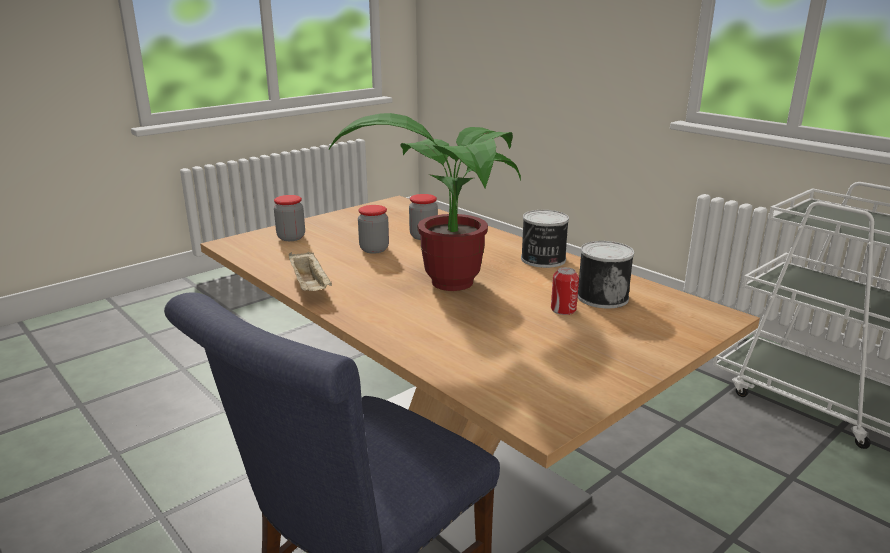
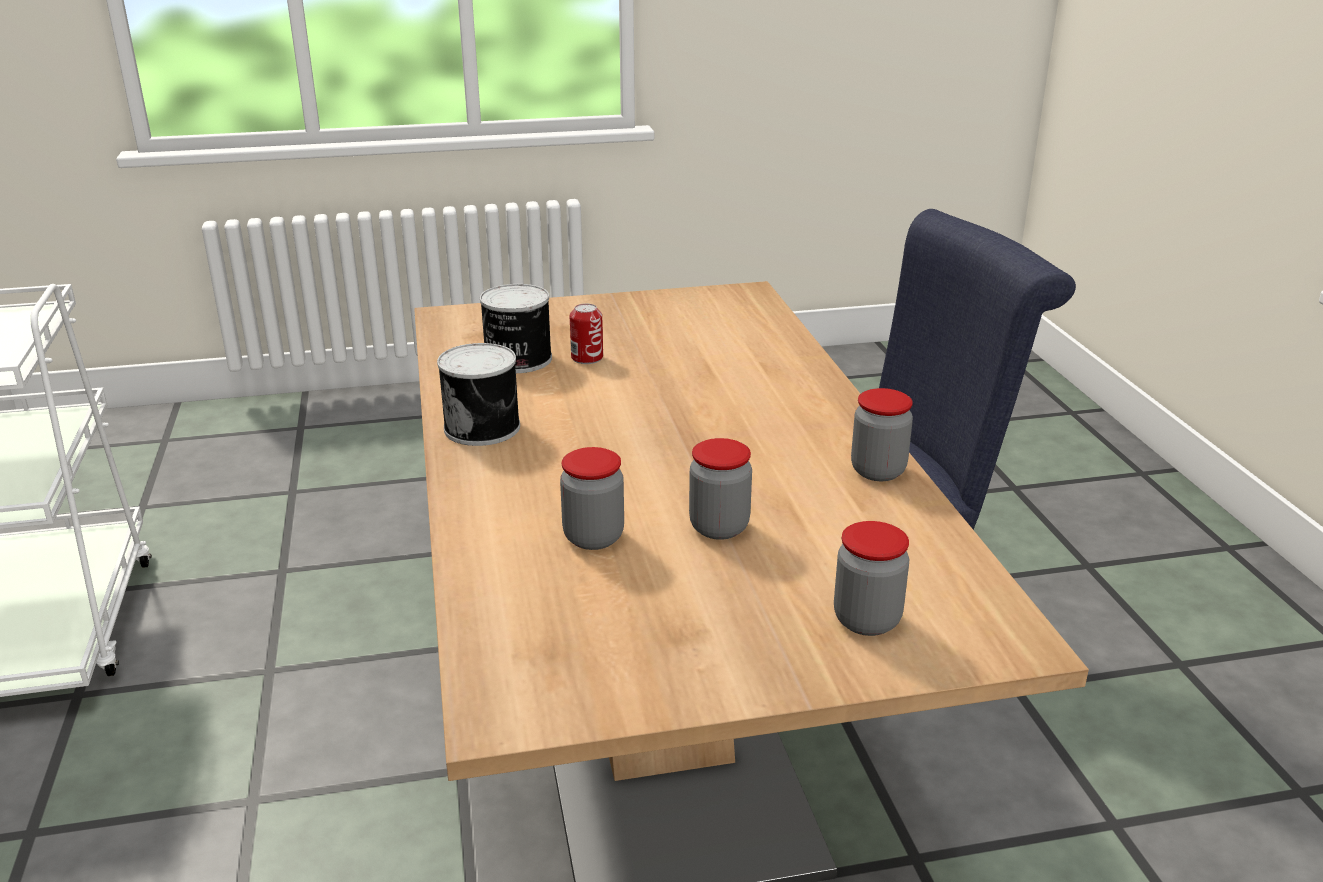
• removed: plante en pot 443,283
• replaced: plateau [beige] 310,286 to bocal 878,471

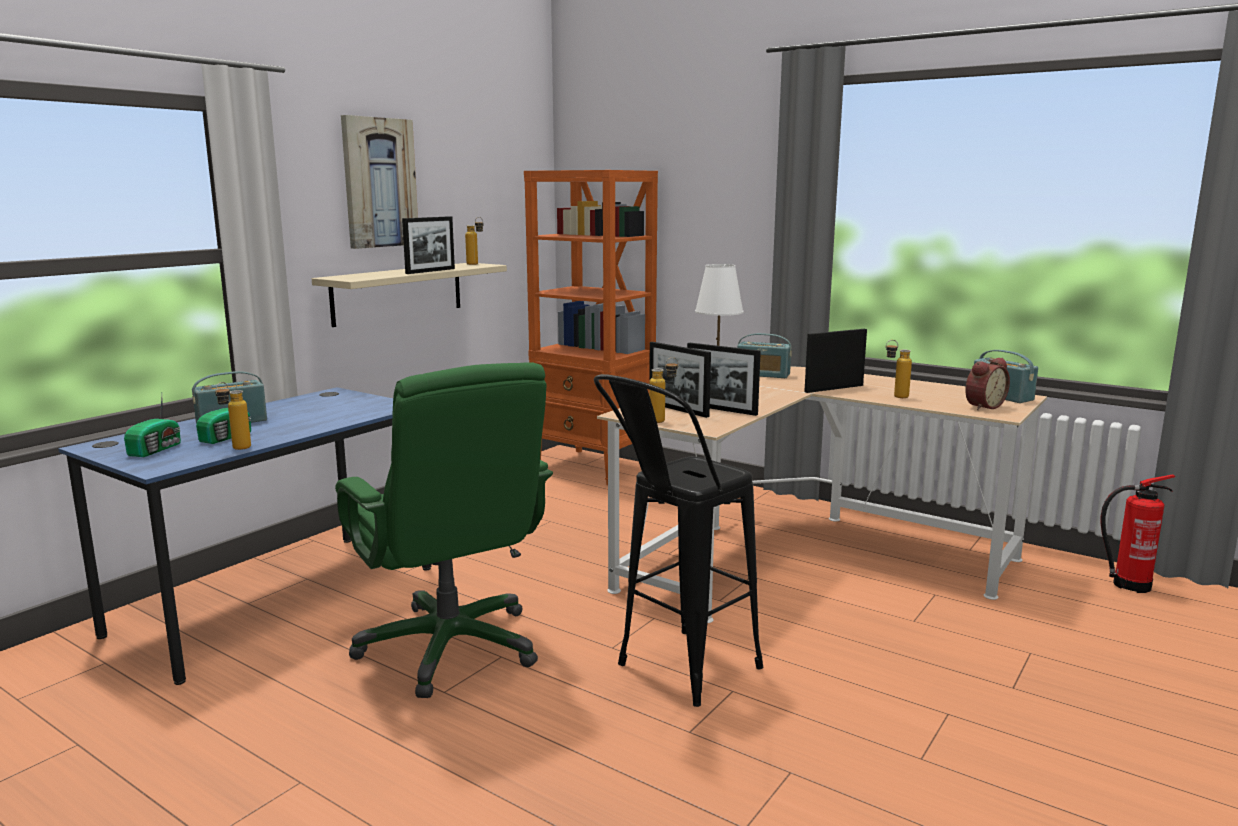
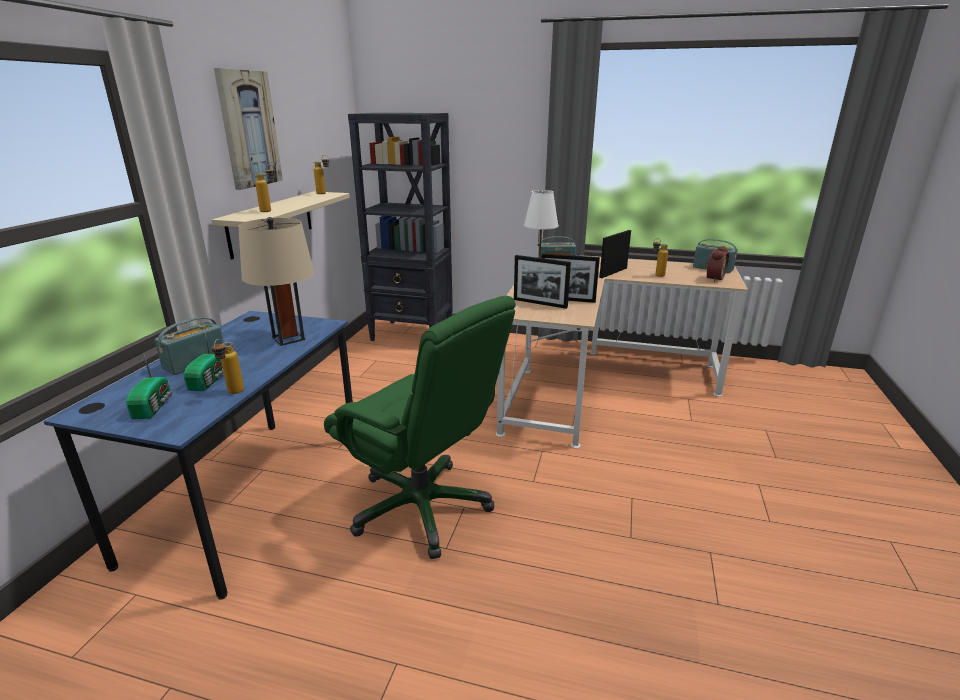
• removed: cadre photo 430,271
• removed: tabouret [noir] 675,675
• removed: extincteur 1127,585
• added: lampe de table [beige] 288,338
• moved: bouteille 663,420 to 270,211
• recoloured: bibliothèque [orange] 594,467 to bibliothèque [noir] 412,334

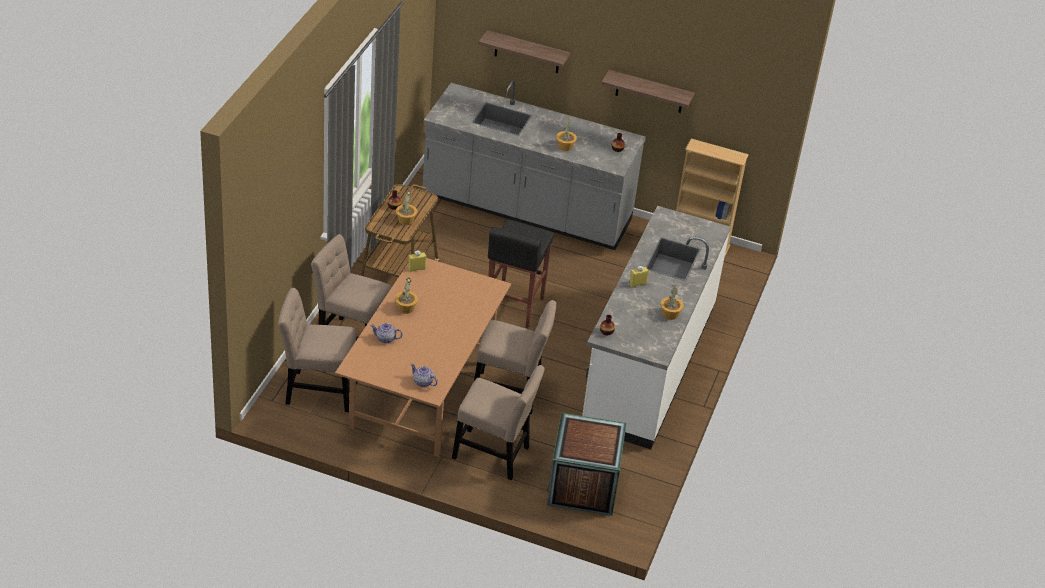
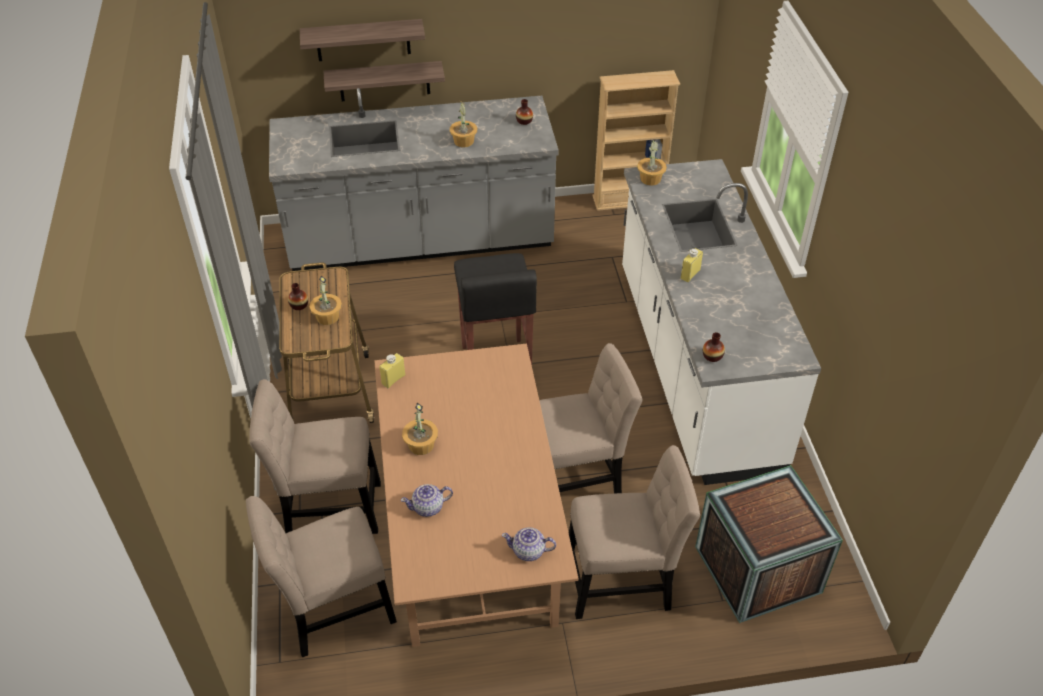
• moved: étagère 649,92 to 384,81
• moved: plante en pot 670,314 to 650,179

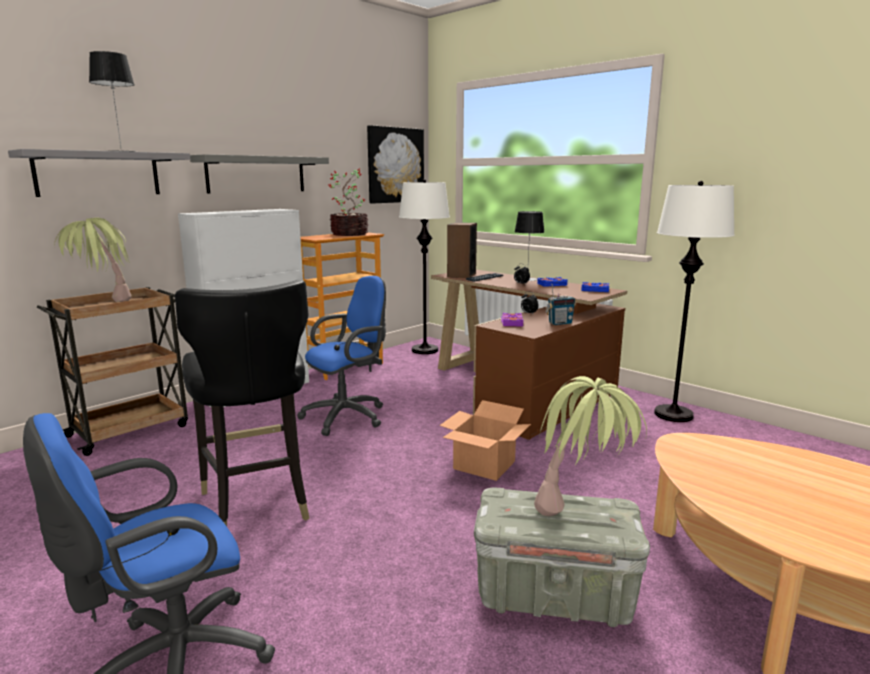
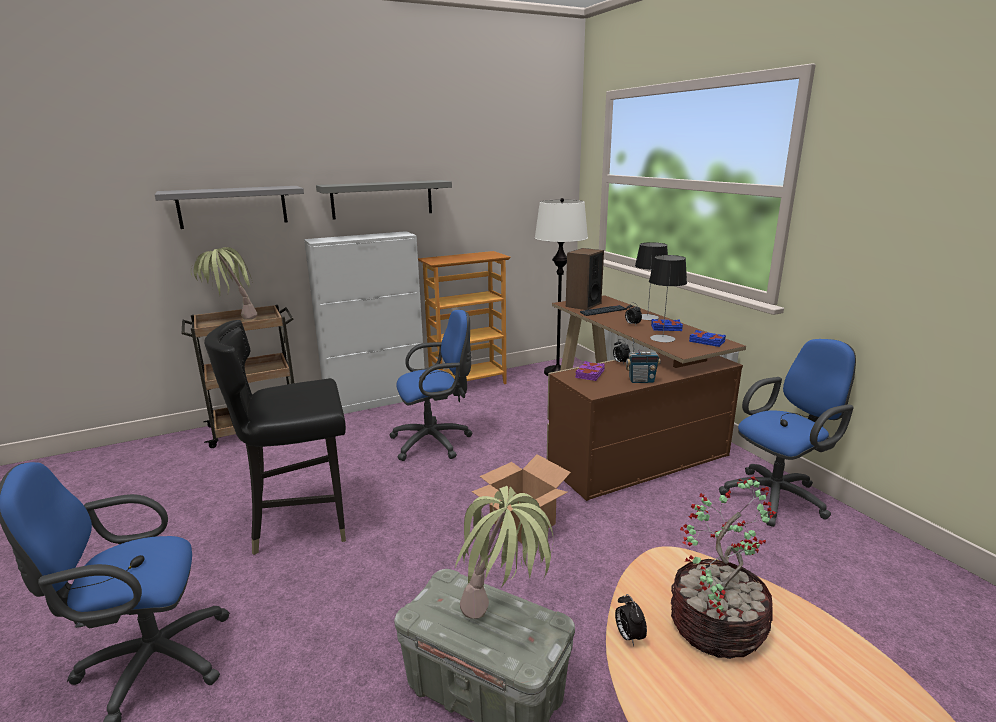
• removed: tableau 395,165
• added: réveil 628,636
• moved: lampe de table 121,151 to 662,338
• moved: plante en pot 350,234 to 718,625
• replaced: lampadaire [blanc] 674,414 to chaise de bureau [bleu] 778,497
• turned: chaise [noir] 257,503 = 302,522 75 degrees clockwise

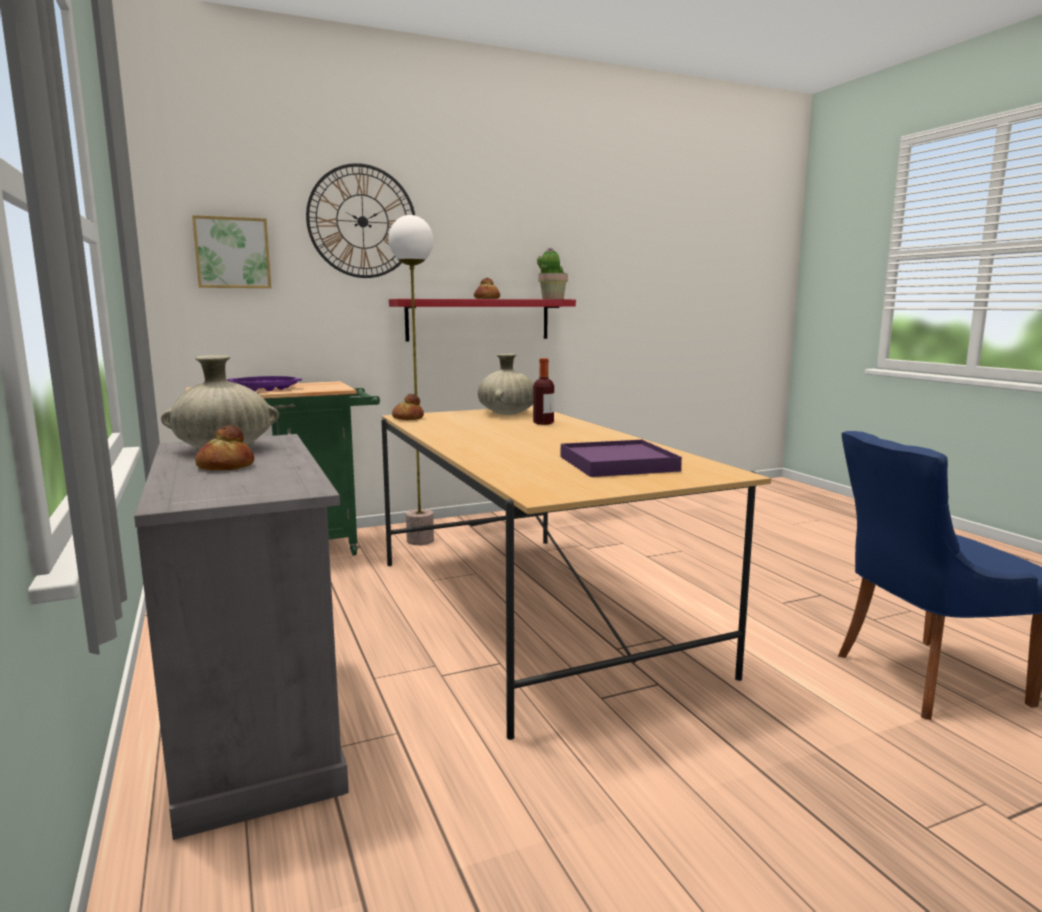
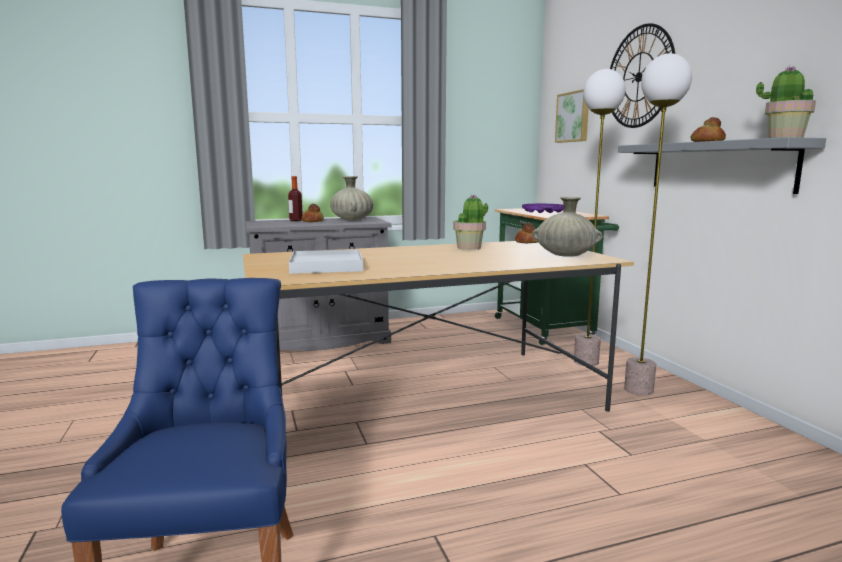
• added: plante en pot 469,247
• added: lampadaire 639,390
• moved: bouteille 543,423 to 296,220
• recoloured: étagère [rouge] 478,319 to étagère [gris] 718,166
• recoloured: plateau [violet] 617,464 to plateau [blanc] 326,266

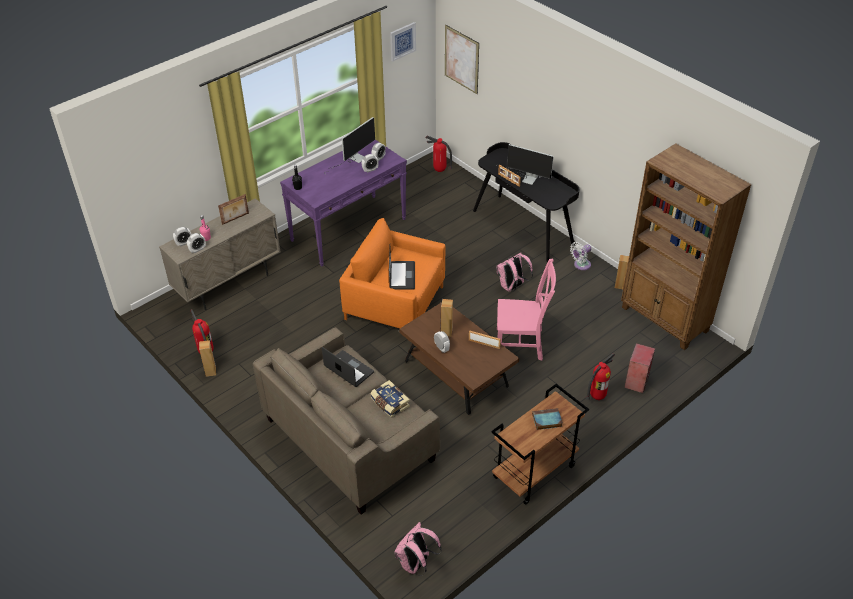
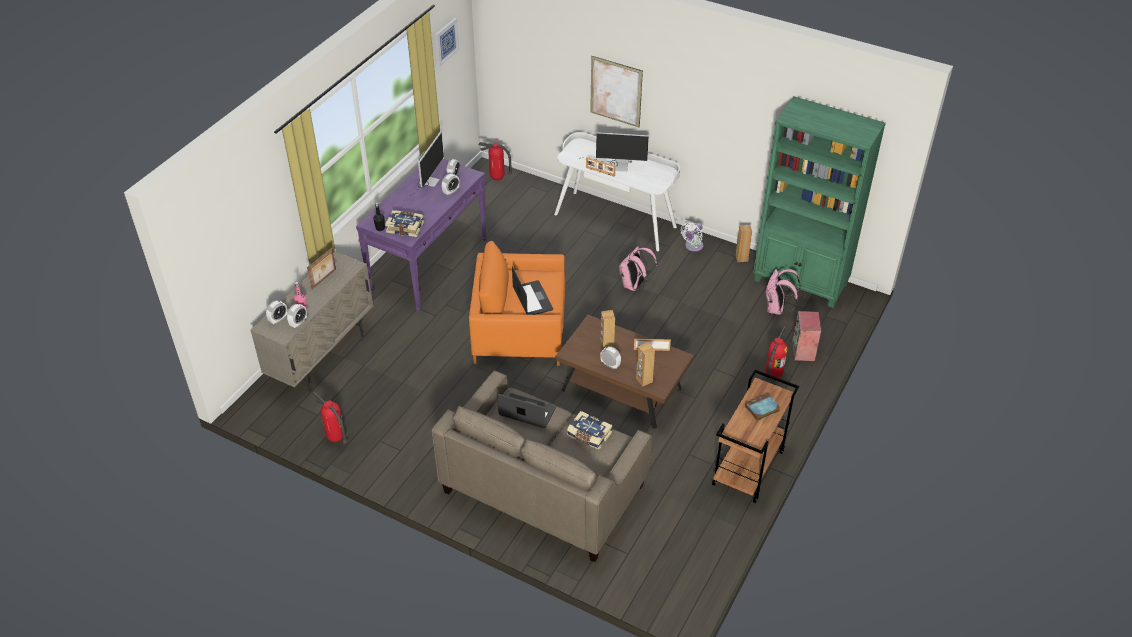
• removed: chaise [rose] 522,344
• added: livre 405,227
• moved: enceinte [marron] 210,372 to 644,380
• moved: sac à dos [rose] 416,564 to 776,309
• moved: tableau 461,59 to 616,91
• recoloured: bureau [noir] 523,227 to bureau [blanc] 615,220
• recoloured: bibliothèque [marron] 664,320 to bibliothèque [vert] 801,282

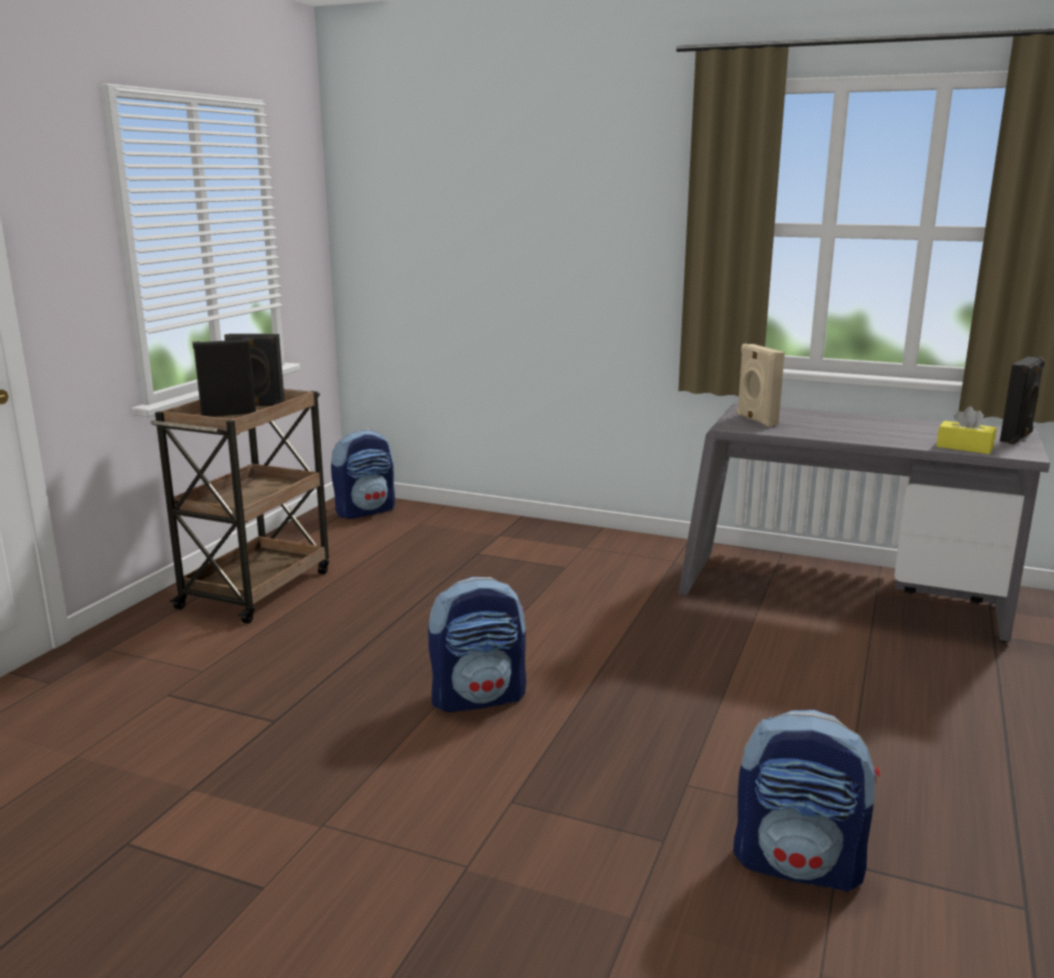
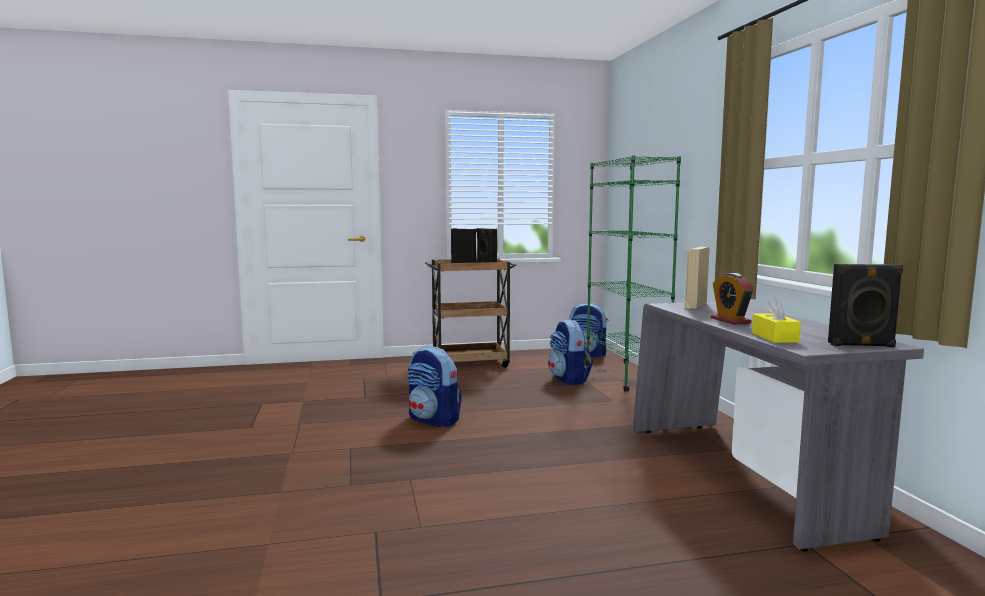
• added: bibliothèque [vert] 626,376
• added: réveil 730,321
• moved: sac à dos 799,864 to 569,380

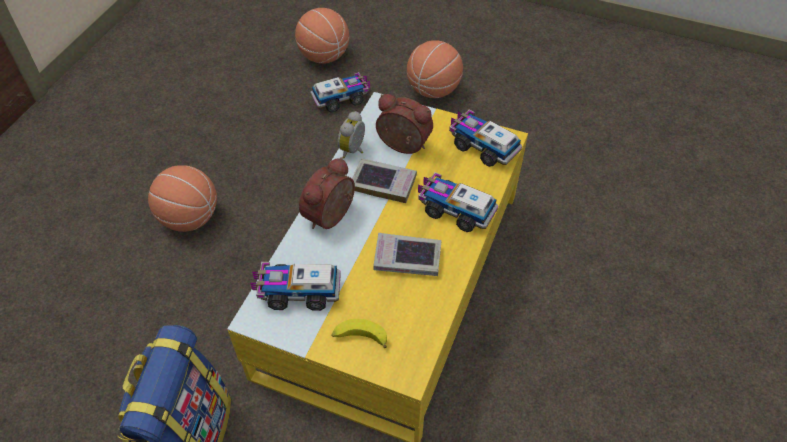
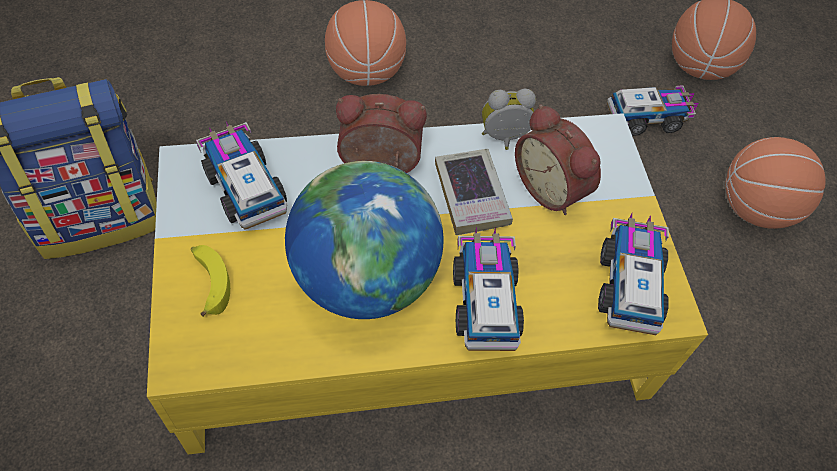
• replaced: livre 407,258 to globe 364,279
• turned: camion jouet 342,99 = 648,118 45 degrees counterclockwise
• turned: réveil 402,146 = 552,187 150 degrees clockwise

